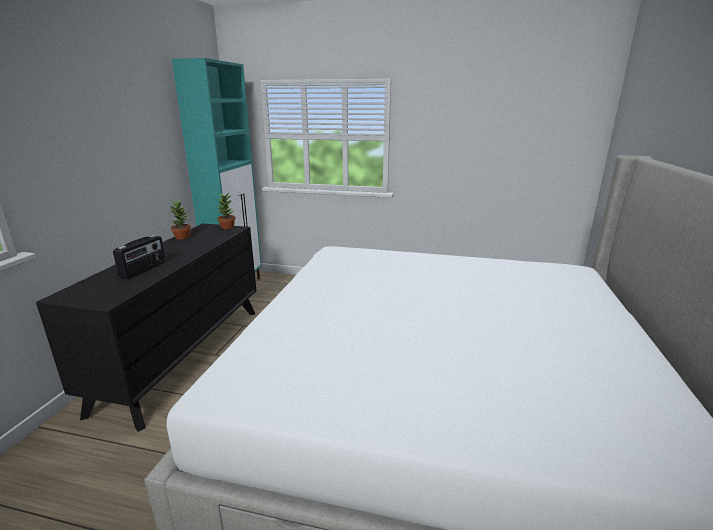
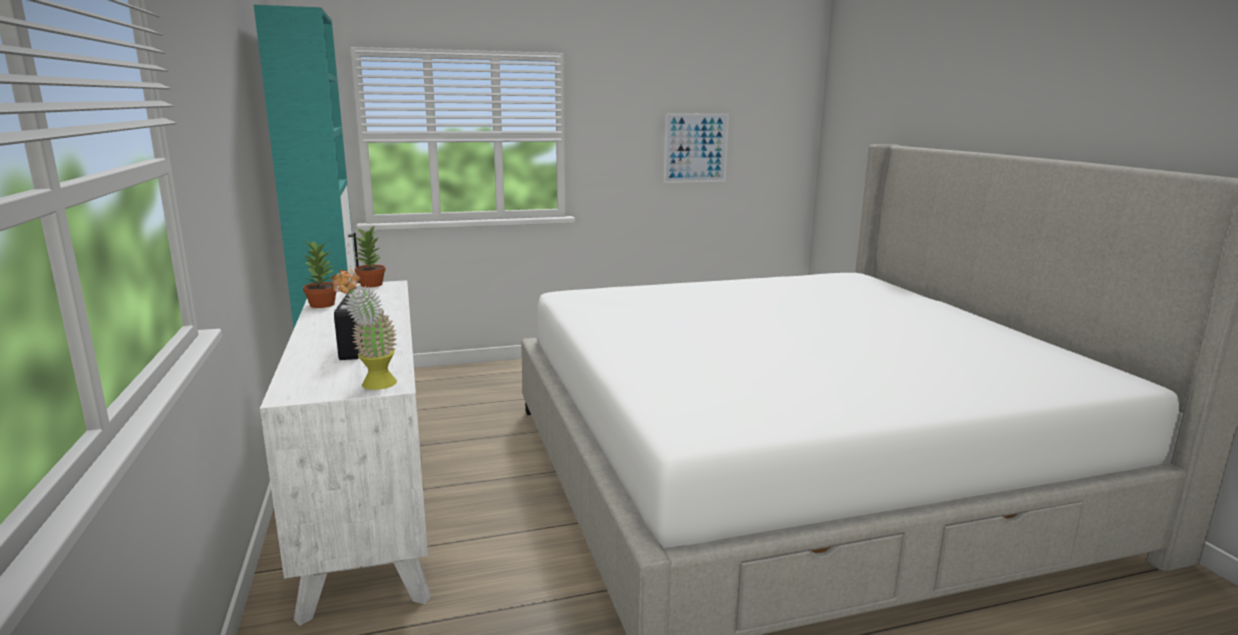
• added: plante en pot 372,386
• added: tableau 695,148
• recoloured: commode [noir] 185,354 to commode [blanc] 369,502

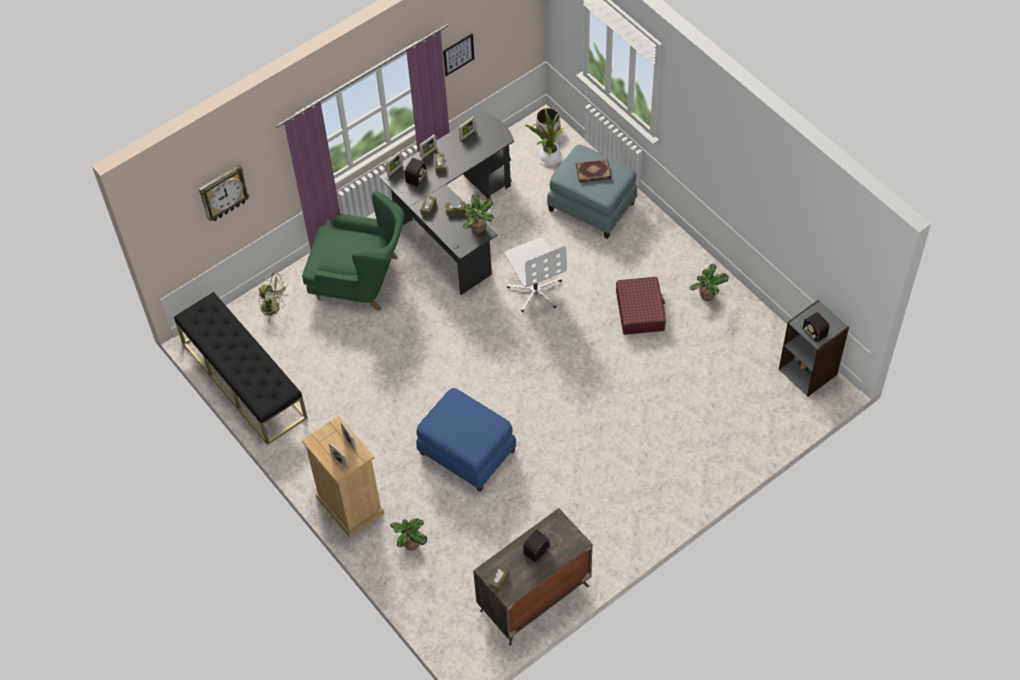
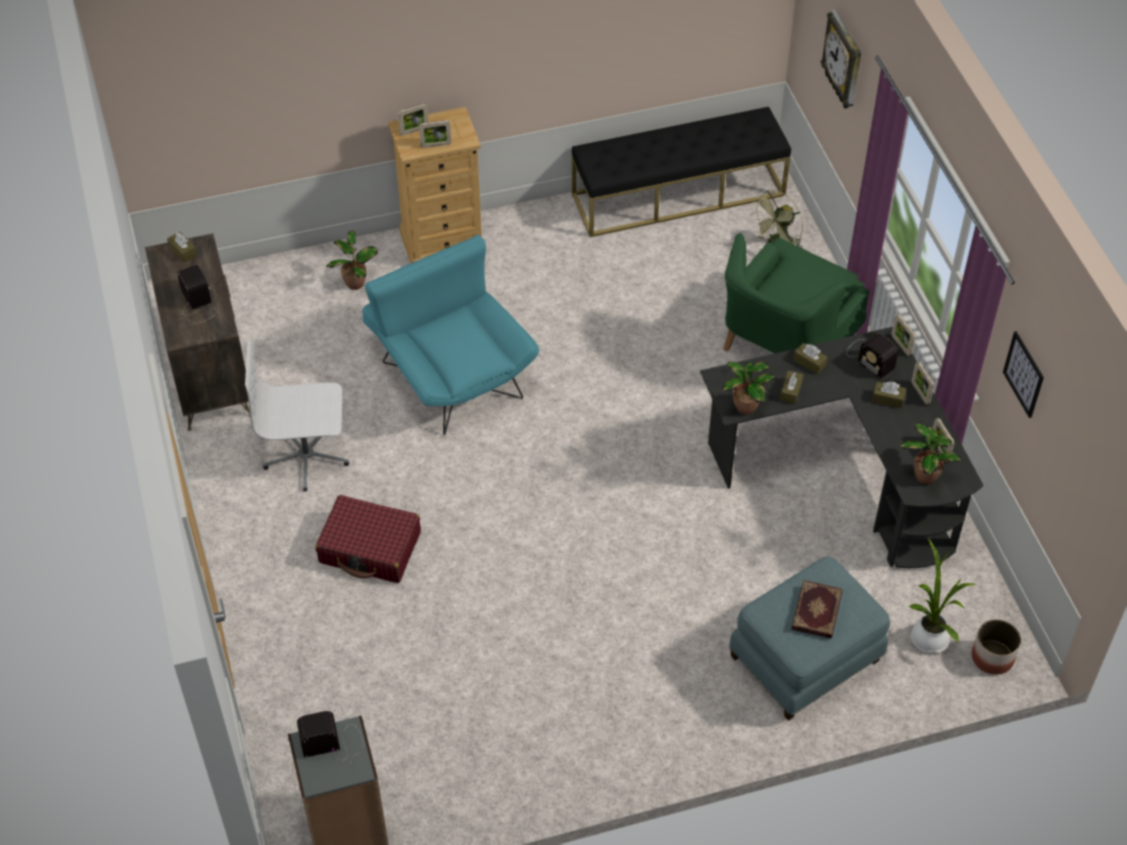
• moved: chaise de bureau [blanc] 535,290 to 307,457
• moved: valise [rouge] 640,311 to 370,548
• moved: plante en pot 707,297 to 924,475
• replaced: pouf [bleu] 466,453 to fauteuil [turquoise] 449,371

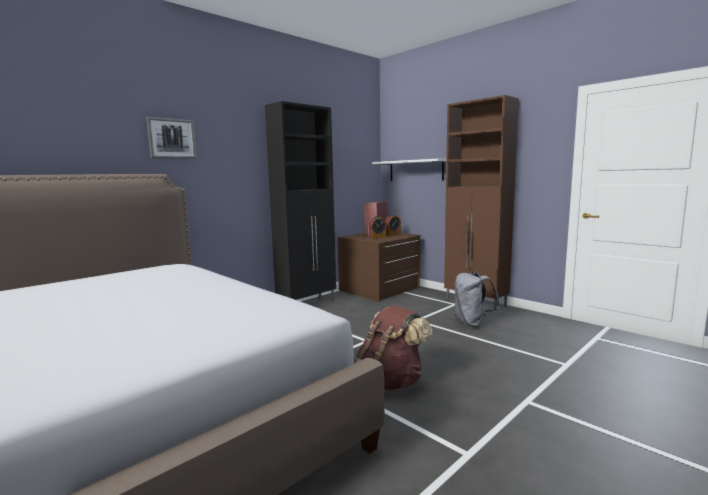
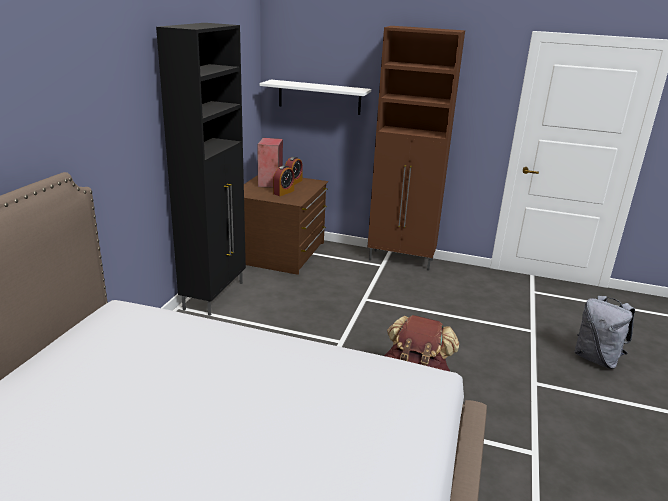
• removed: tableau 171,138
• moved: sac à dos [gris] 472,323 to 597,359

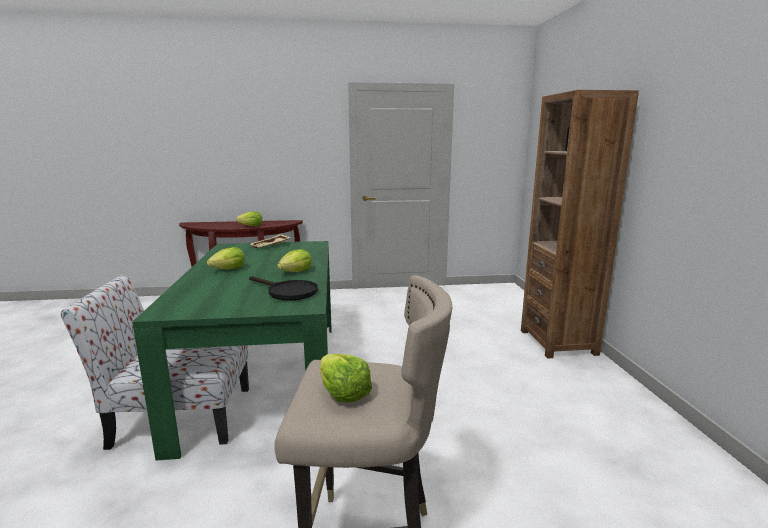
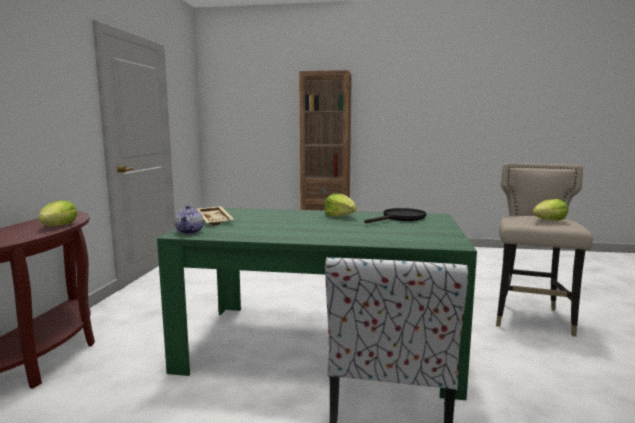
• removed: laitue 228,269
• added: théière 190,232

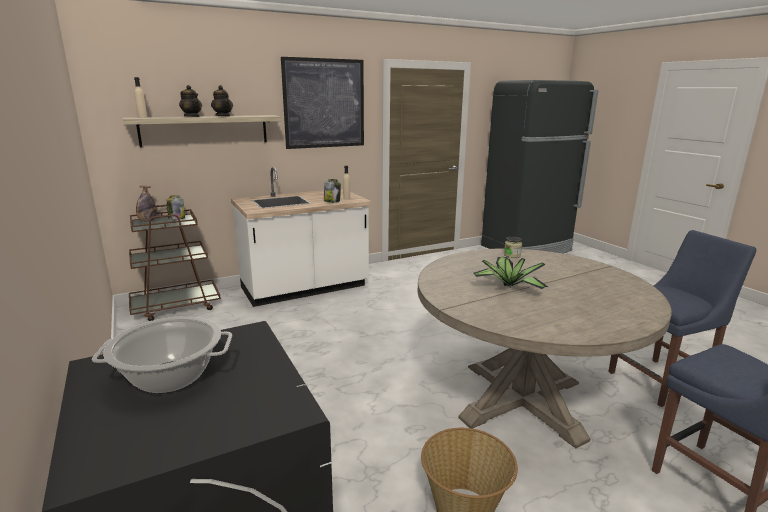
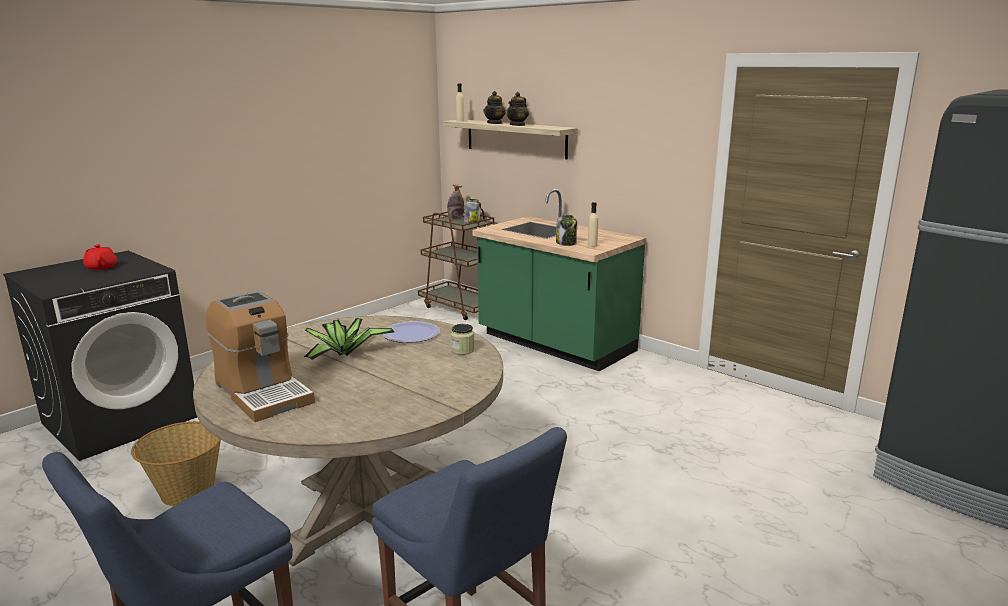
• removed: tableau 324,103
• added: machine à café 263,392
• added: assiette 411,334
• replaced: marmite 170,377 to théière [rouge] 101,267
• recoloured: comptoir de cuisine [blanc] 305,288 to comptoir de cuisine [vert] 555,343

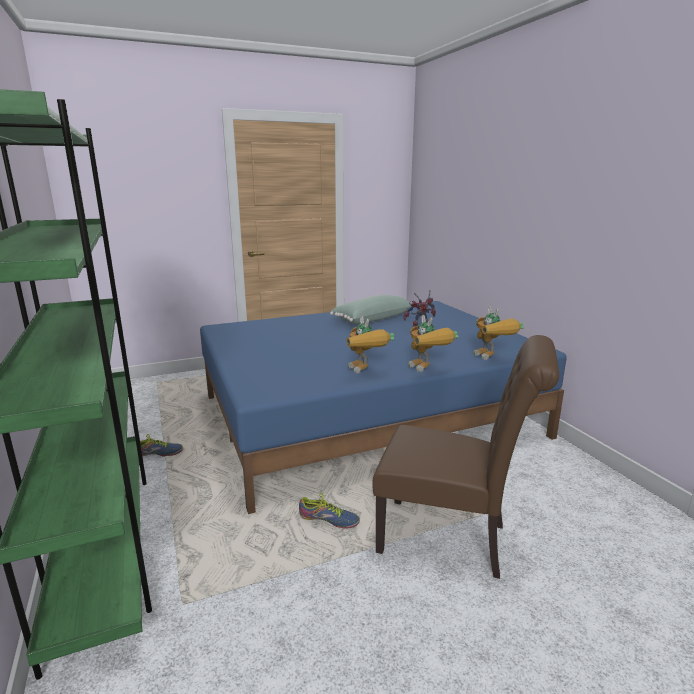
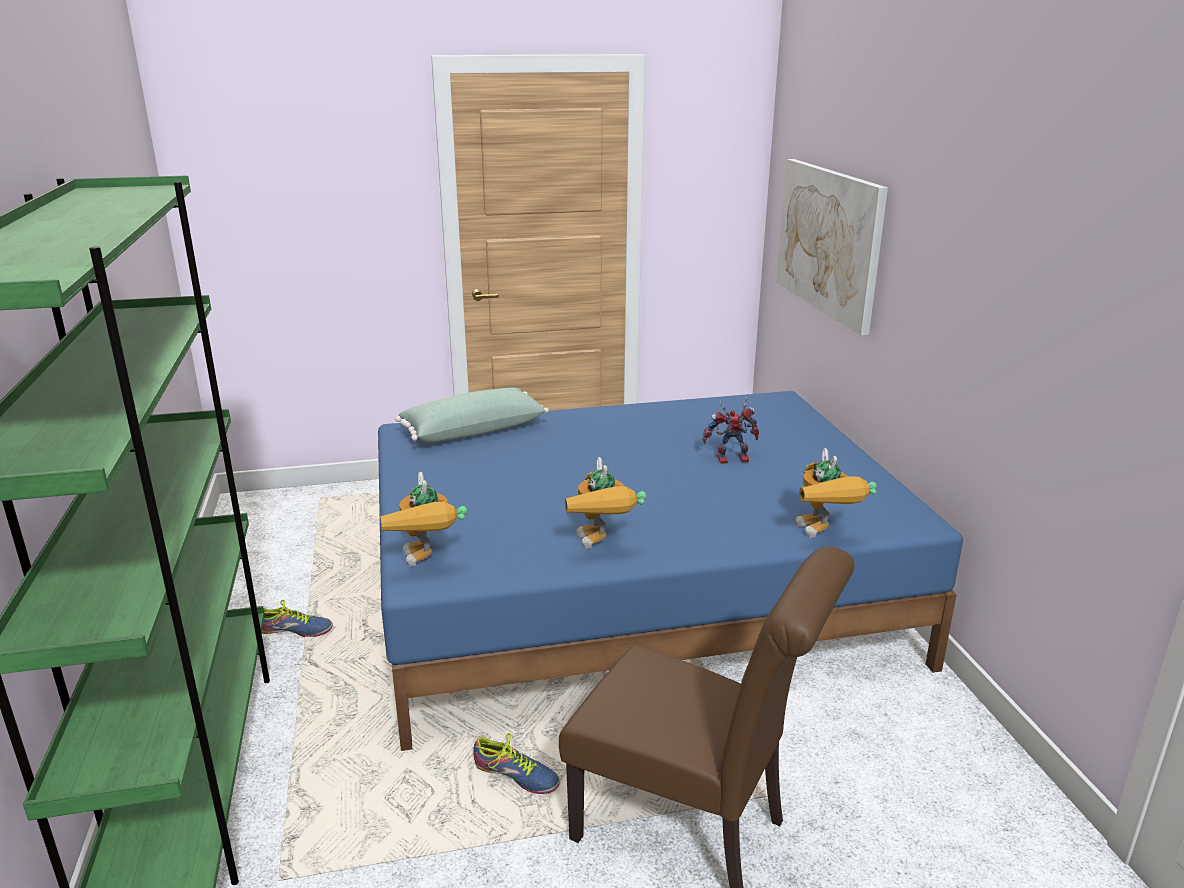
• added: tableau 829,240
• moved: coussin [vert] 371,319 to 473,430
• moved: robot jouet 428,369 to 427,563

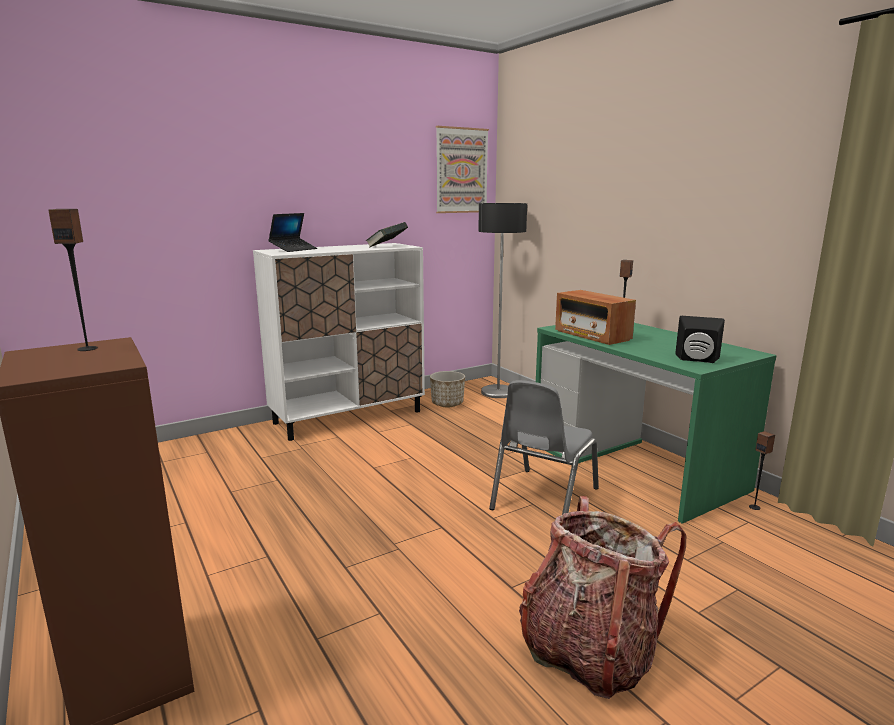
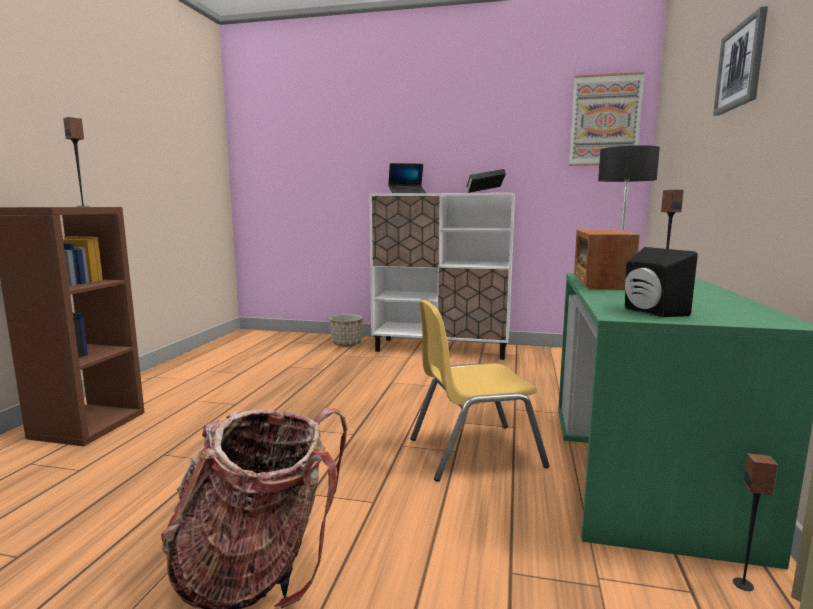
• added: tableau 741,66
• moved: cache-pot 447,404 to 347,344
• recoloured: chaise [gris] 543,498 to chaise [jaune] 474,452

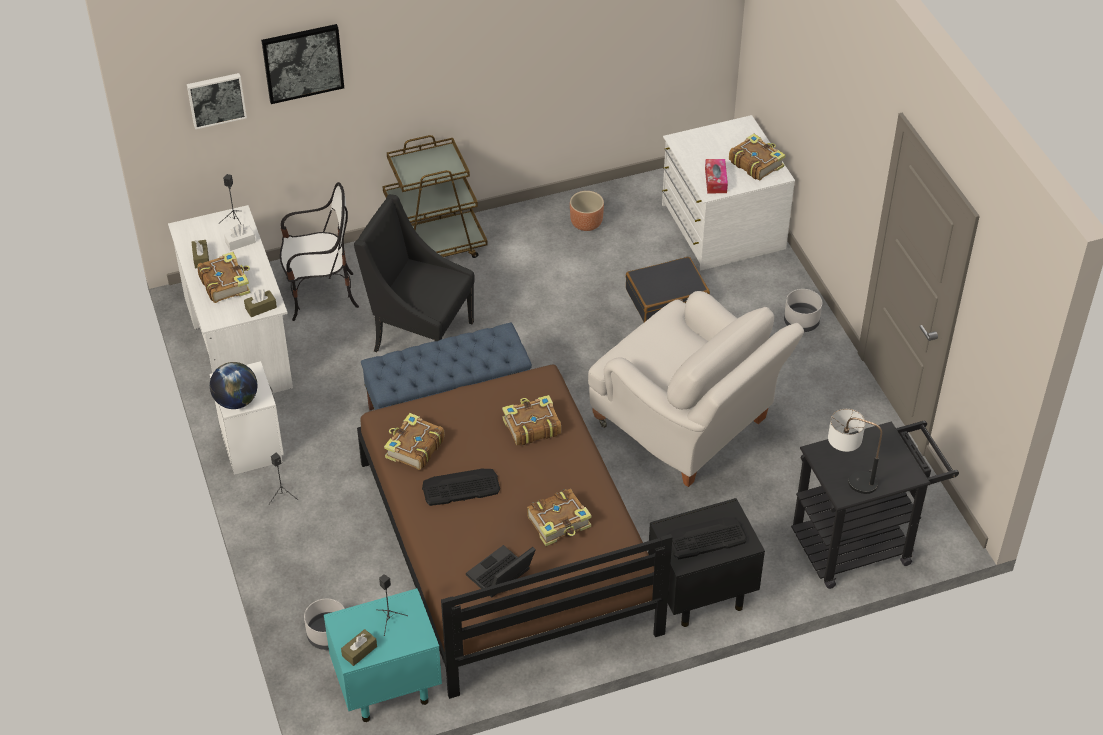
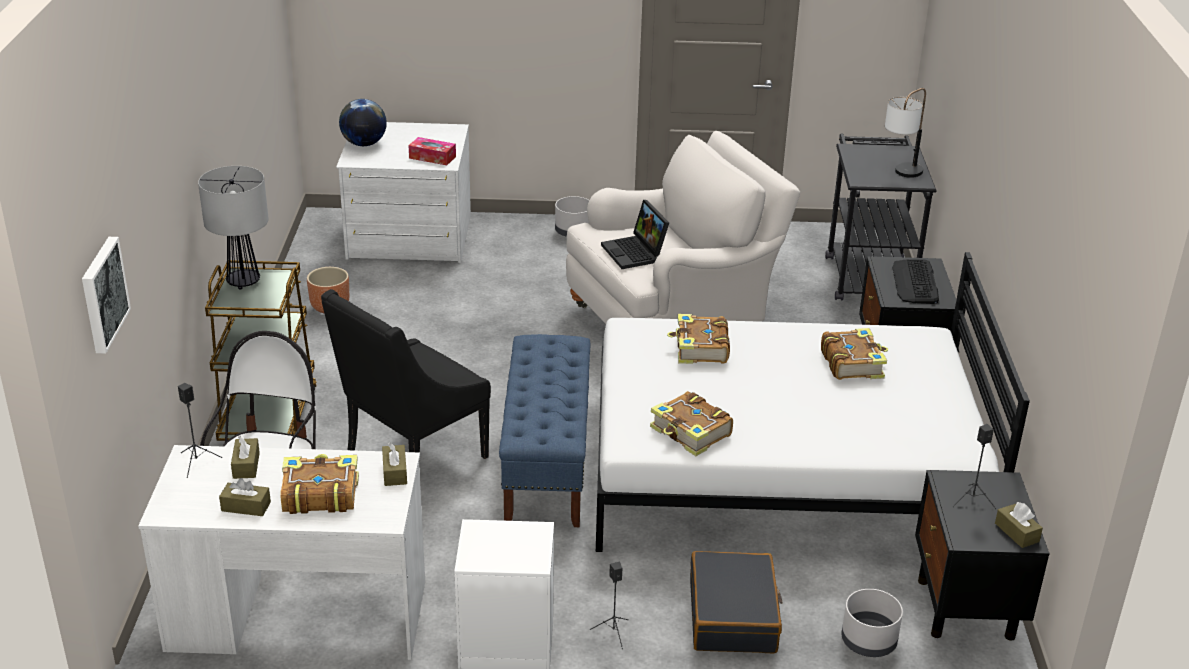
• removed: tableau 302,62
• removed: clavier 460,487
• removed: livre 756,163
• added: lampe de table 244,282
• moved: globe 236,401 to 364,144
• moved: ordinateur portable 500,576 to 636,253
• moved: valise [noir] 666,299 to 733,616
• recoloured: boîte à mouchoirs [blanc] 240,242 to boîte à mouchoirs [marron] 246,465
• recoloured: table de chevet [turquoise] 386,687 to table de chevet [noir] 966,609
• recoloured: lit [marron] 506,546 to lit [blanc] 782,471

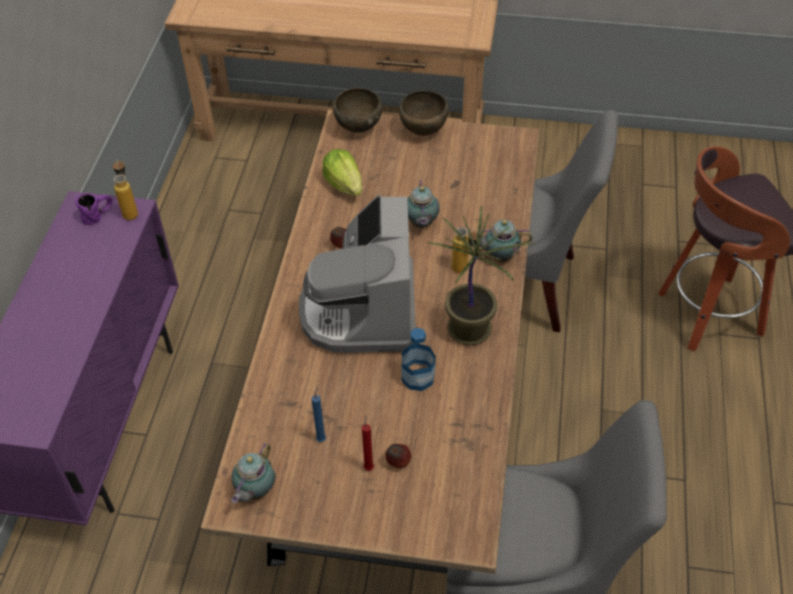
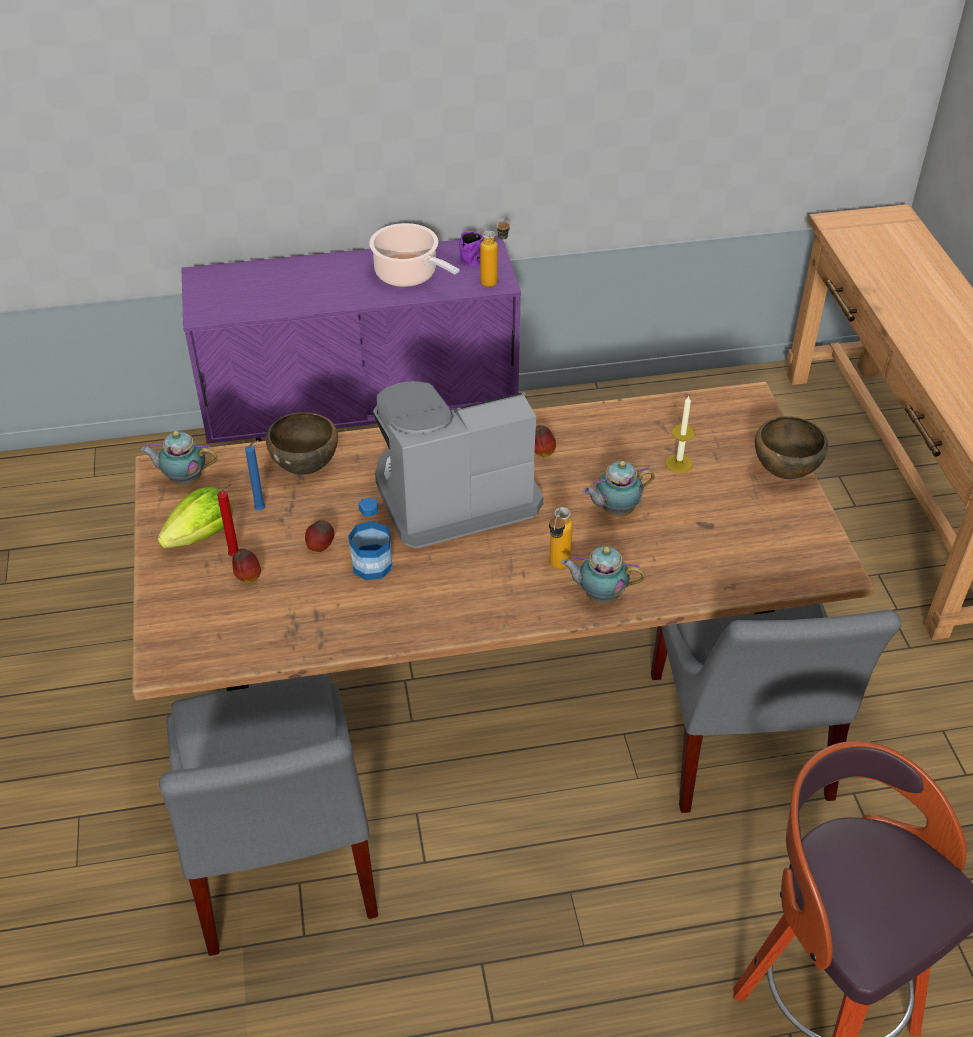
• removed: plante en pot 471,330
• added: pomme 321,548
• added: marmite 409,275
• added: bougie 678,463
• moved: laitue 344,185 to 202,535
• moved: bol [marron] 358,128 to 306,467
• turned: théière 499,256 = 599,595 60 degrees counterclockwise

